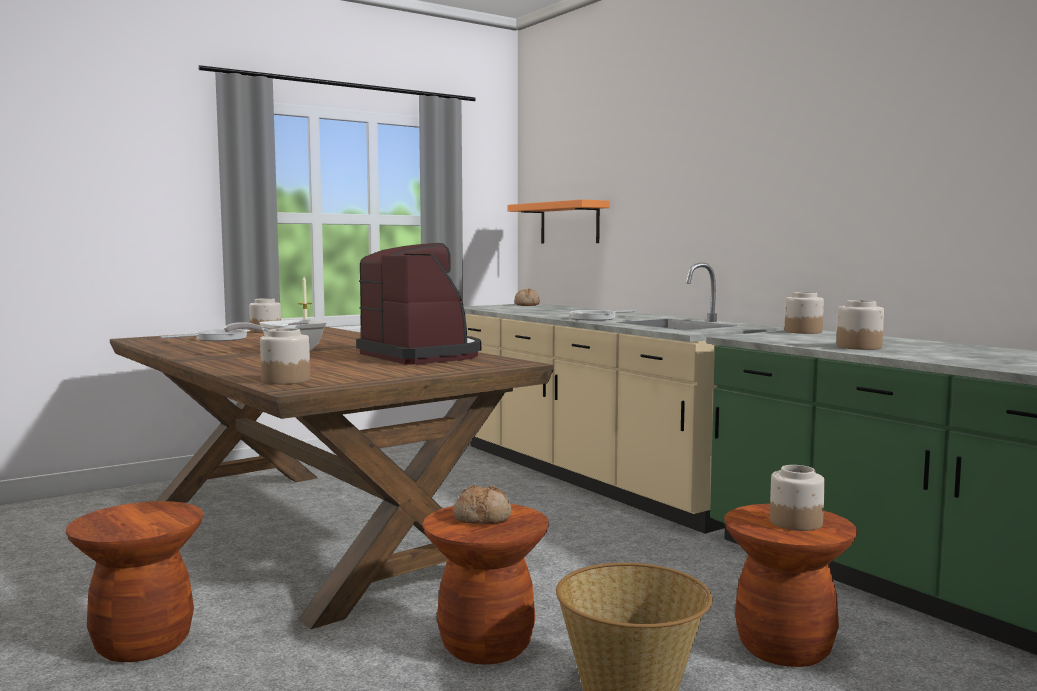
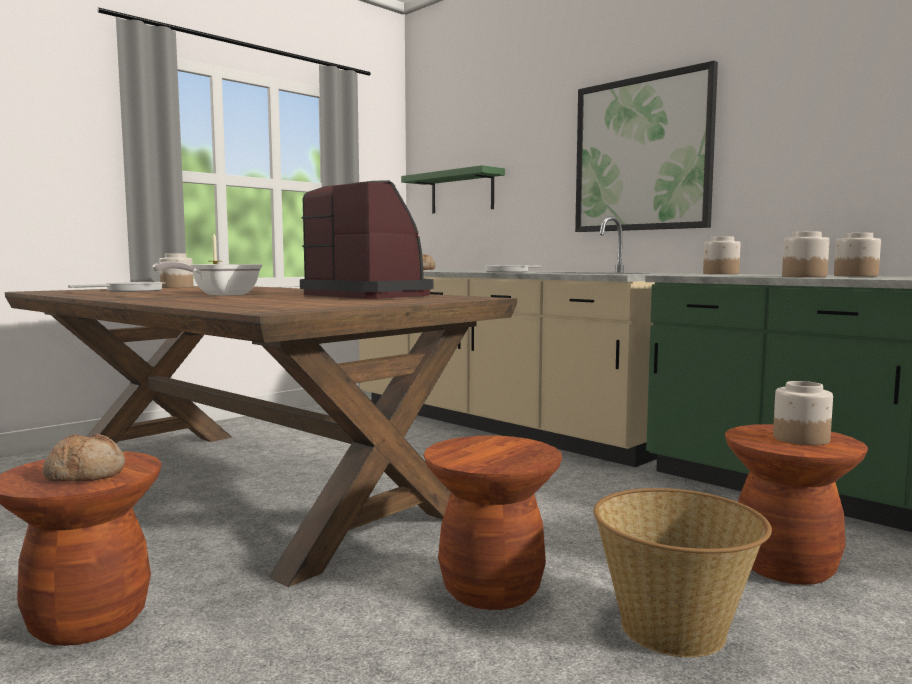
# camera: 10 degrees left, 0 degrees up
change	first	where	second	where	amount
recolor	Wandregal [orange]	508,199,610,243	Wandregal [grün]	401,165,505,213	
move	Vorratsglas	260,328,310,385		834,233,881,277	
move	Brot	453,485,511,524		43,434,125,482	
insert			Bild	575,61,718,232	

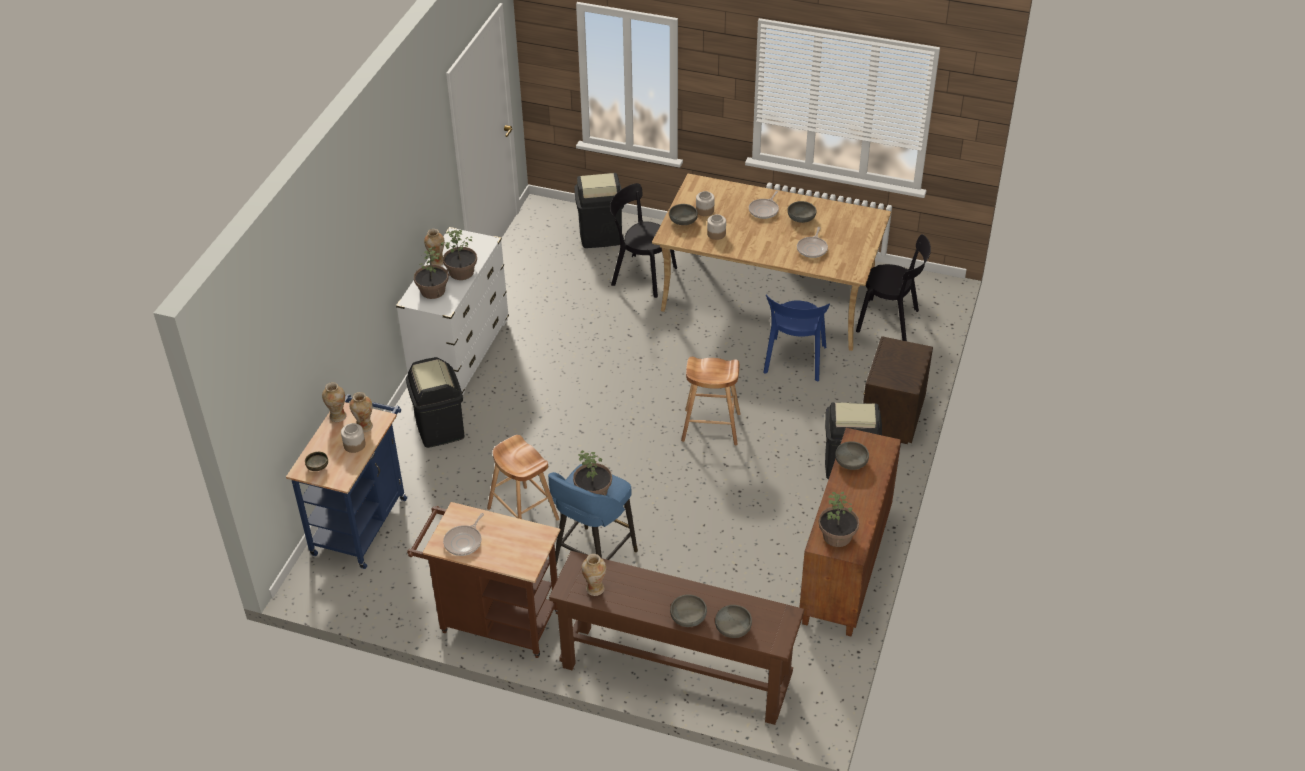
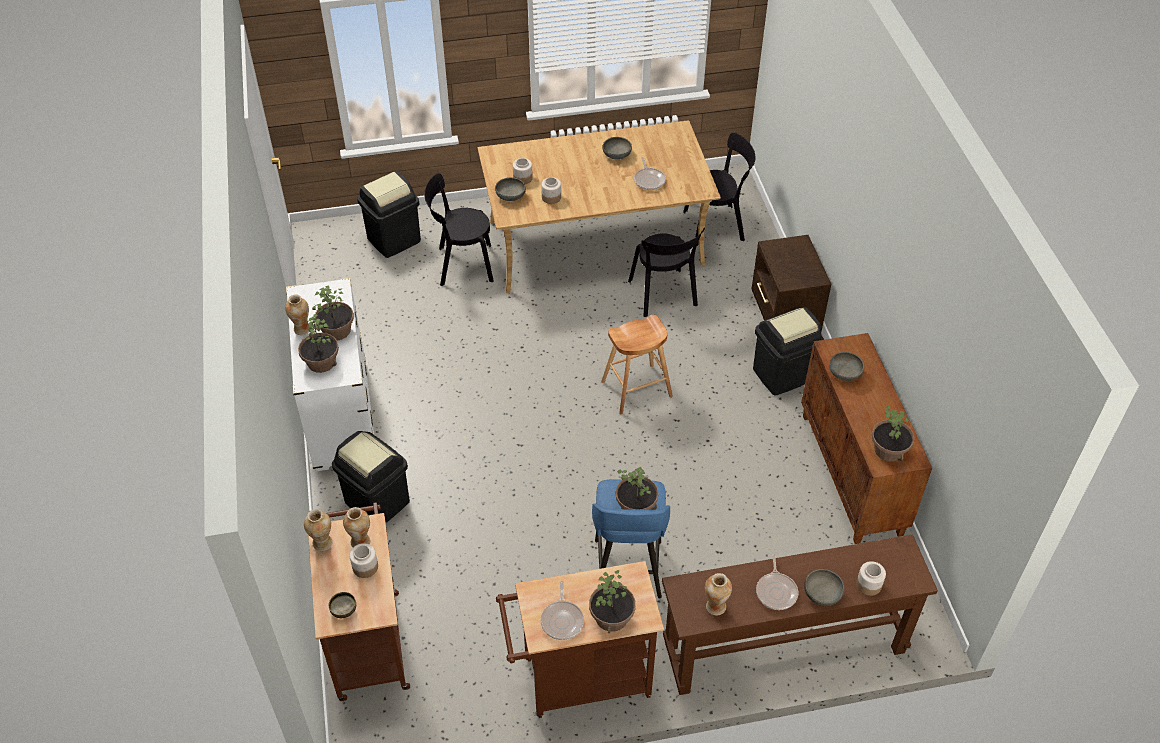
# camera: 30 degrees left, 5 degrees up
change	first	where	second	where	amount
move	Pfanne	749,191,779,219		756,554,798,610	
recolor	Stuhl [blau]	763,295,830,381	Stuhl [schwarz]	628,228,705,317	
recolor	Rollwagen [blau]	286,394,407,569	Rollwagen [braun]	308,502,410,701	
delete	Hocker [braun]	487,435,559,521			
replace	Schüssel [grau]	715,605,752,638	Vorratsglas	856,561,886,596	
insert			Topfpflanze	589,570,636,633	

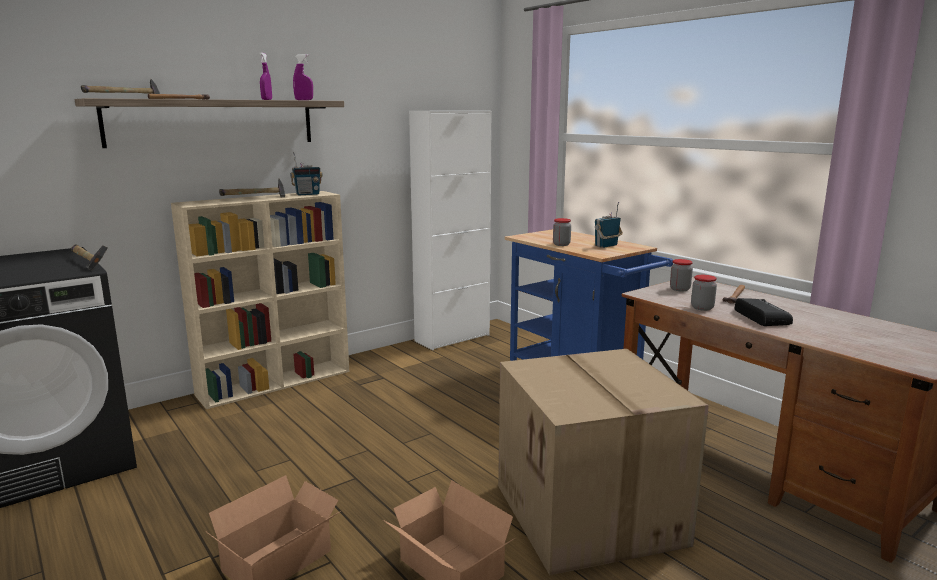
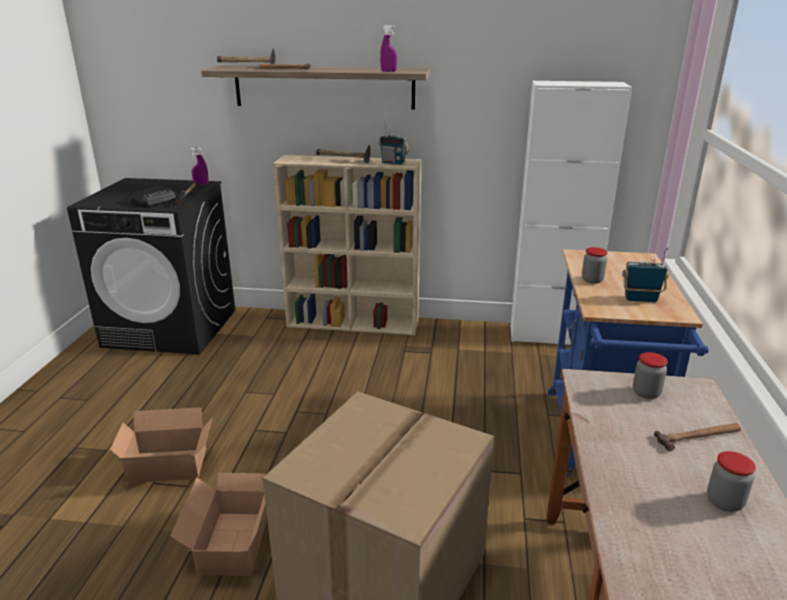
# camera: 45 degrees right, 10 degrees up
change	first	where	second	where	amount
move	Sprühflasche [lila]	259,52,272,100		190,147,208,185	
move	Vorratsglas	691,275,717,311		707,451,756,512	
move	Radio	734,298,793,326		130,186,178,207	

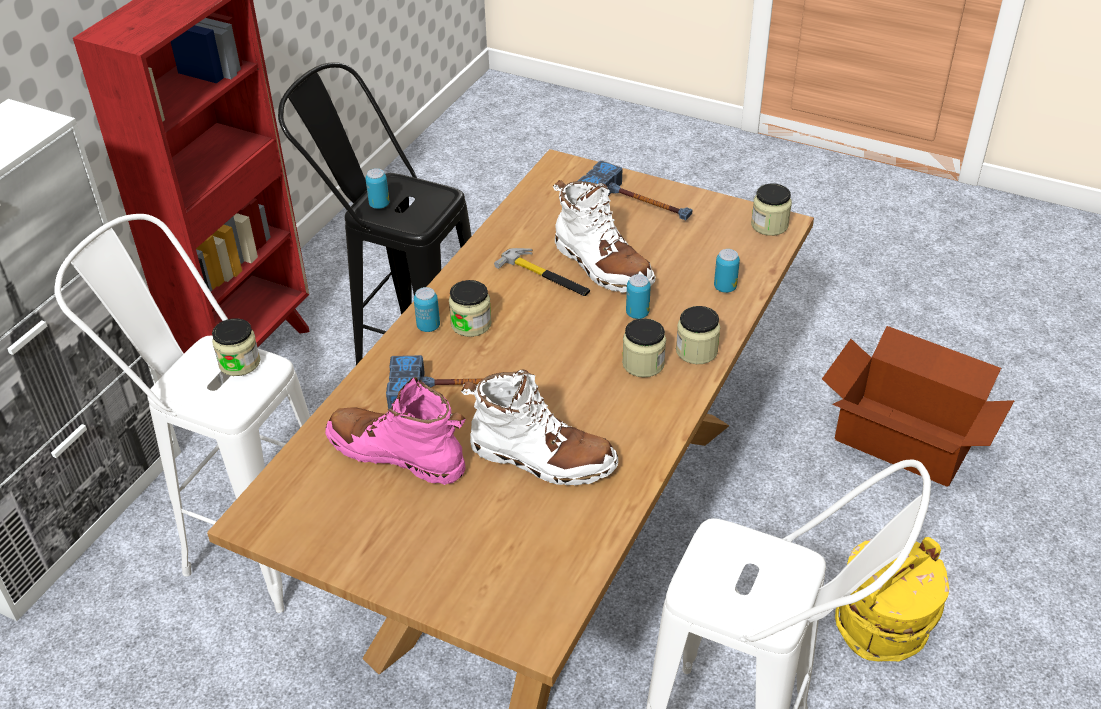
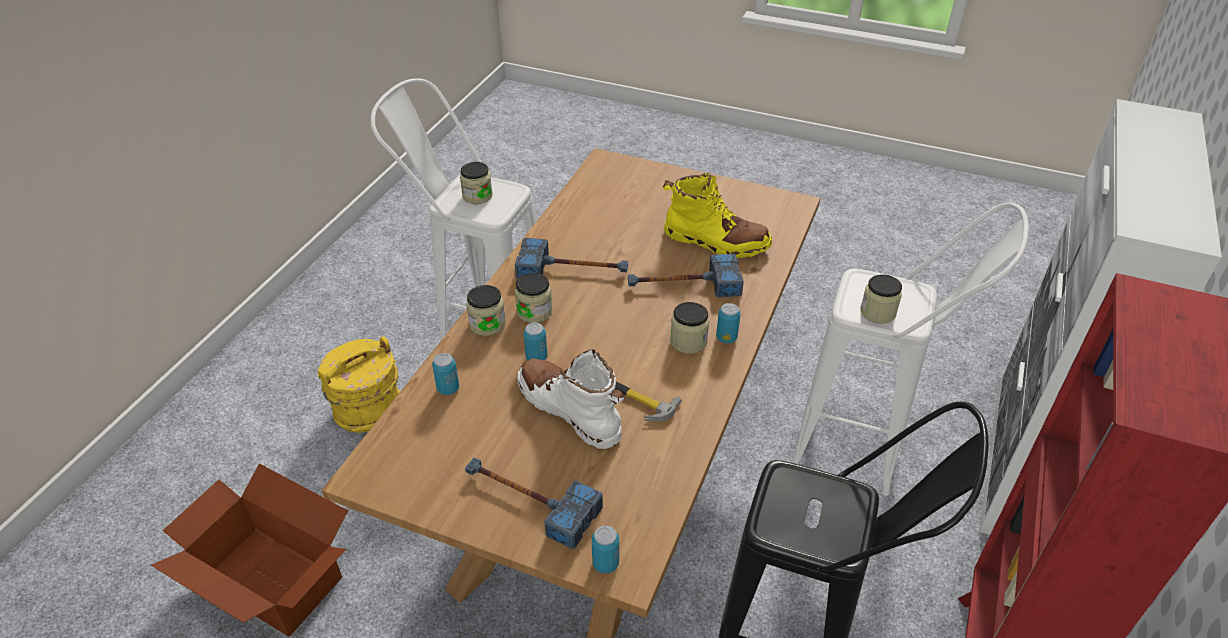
# camera: 175 degrees right, 0 degrees up
change	first	where	second	where	amount
move	Dose	366,168,390,209		592,526,619,573	
move	Vorratsglas	751,183,792,236		460,162,493,204	
delete	Stiefel [weiß]	461,369,618,485			
recolor	Stiefel [rosa]	325,377,466,485	Stiefel [gelb]	663,173,772,258	
insert			Hammer	515,238,628,279	

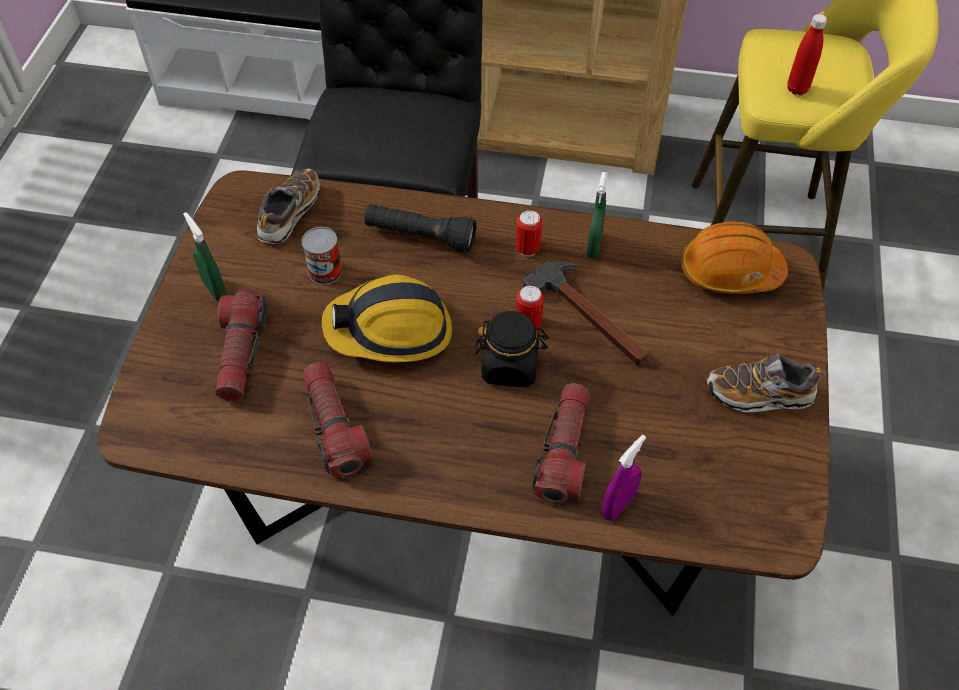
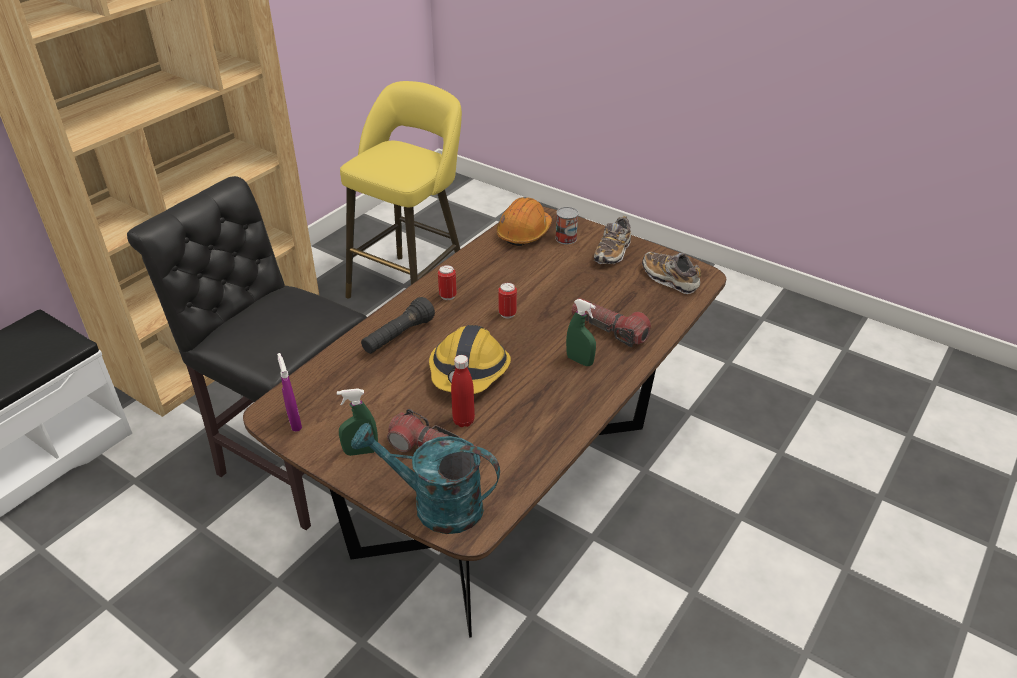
# camera: 65 degrees left, 15 degrees down
change	first	where	second	where	amount
move	Flasche [rot]	787,14,827,95		451,355,475,427	
move	Schuh	257,168,320,244		642,251,701,294	
move	Sprühflasche [grün]	586,172,607,258		566,299,596,366	
move	Dose	302,227,342,285		555,207,579,244	
delete	Hammer	523,261,647,365			
delete	Vorratsglas [schwarz]	475,311,549,387			
delete	Taschenlampe	303,362,372,476			
move	Sprühflasche [lila]	602,435,646,520		277,353,302,432	
insert			Gießkanne [türkis]	351,423,500,534	

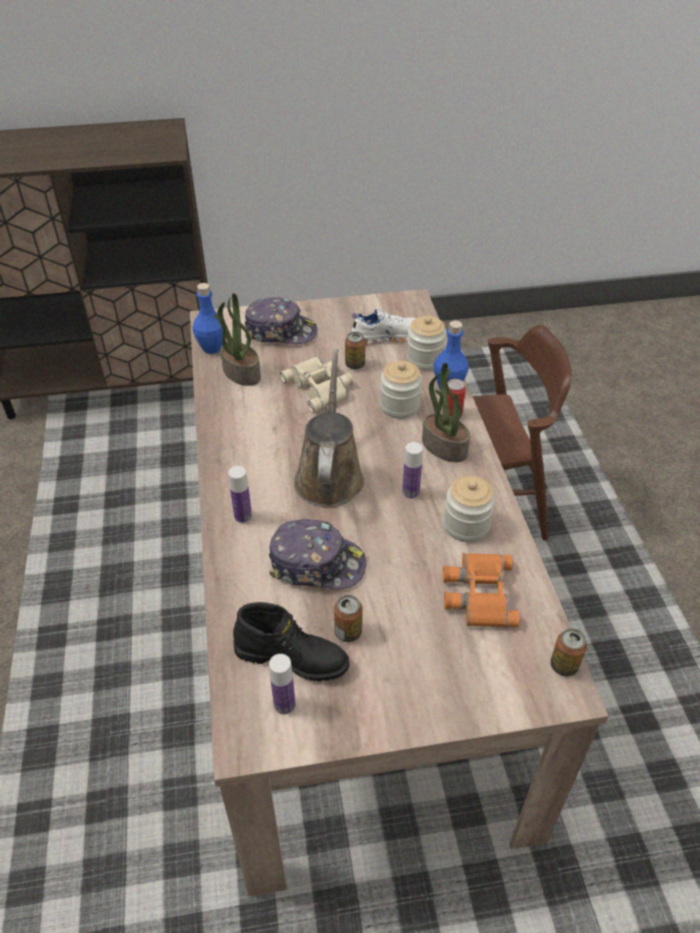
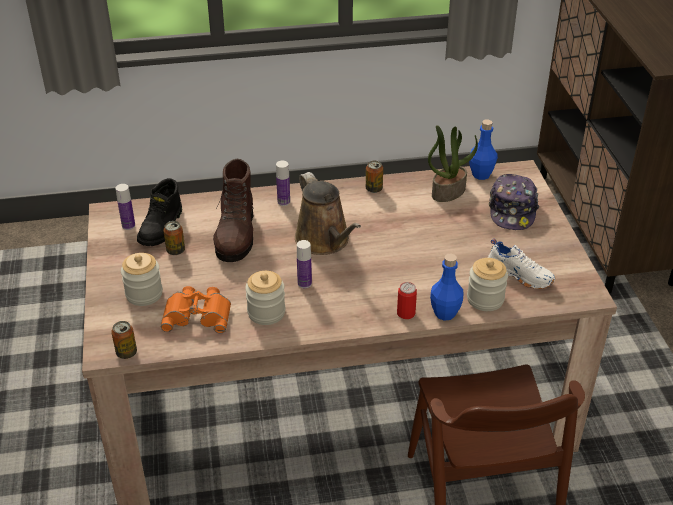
# camera: 90 degrees right, 5 degrees down
change	first	where	second	where	amount
rotate	Schuh [weiß]	352,309,416,345		488,239,555,289	45 degrees counterclockwise
move	Dose	345,332,366,369		366,160,383,193	
rotate	Gießkanne [braun]	294,349,364,507		295,172,361,255	60 degrees clockwise
delete	Fernglas [beige]	280,356,354,412			
move	Vorratsglas	380,361,422,419		121,253,163,306	
delete	Topfpflanze	422,363,470,462			
replace	Kappe	269,519,366,589	Stiefel [braun]	213,159,254,262	

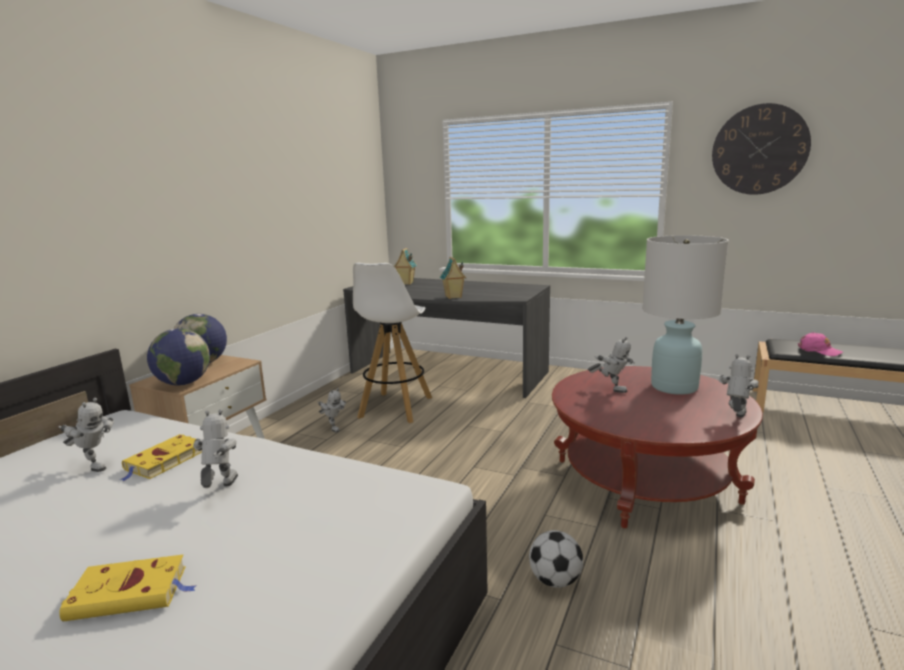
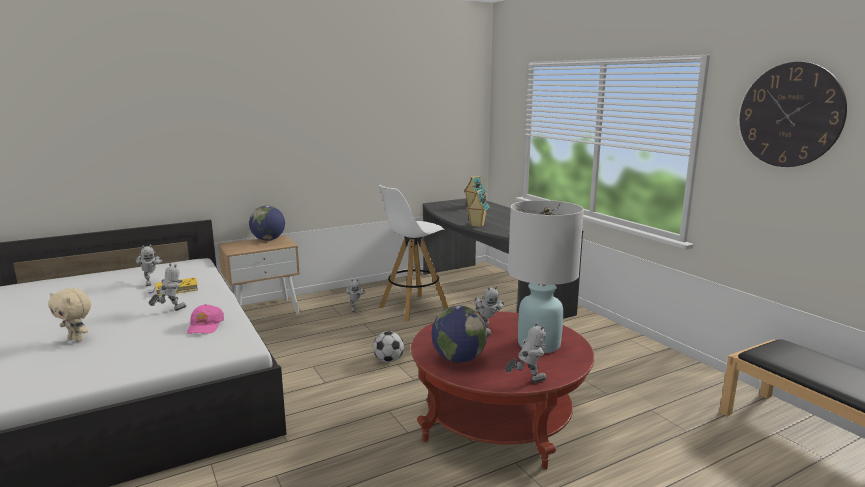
# camera: 35 degrees right, 0 degrees up
change	first	where	second	where	amount
move	Globus	147,328,210,385		432,306,488,363	
move	Kappe [rosa]	798,332,843,356		187,304,224,334	
move	Fußball	529,530,583,588		373,331,404,362	
replace	Buch [gelb]	59,555,197,622	Plüschtier [beige]	48,288,91,342	

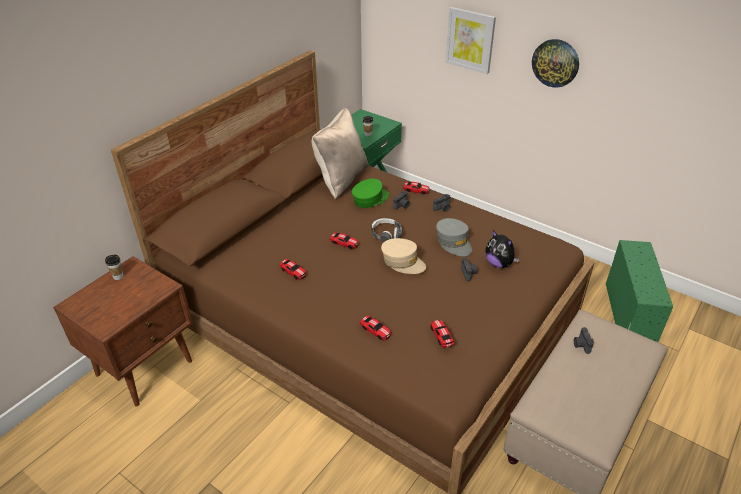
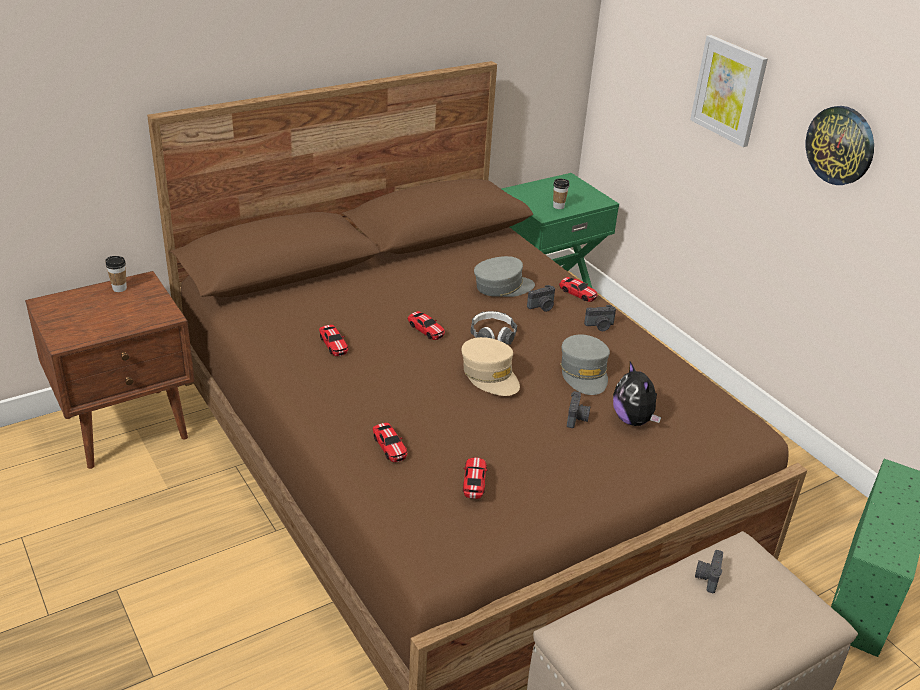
# camera: 20 degrees right, 5 degrees down
change	first	where	second	where	amount
delete	Kissen [beige]	312,108,369,199			
recolor	Kappe [grün]	352,179,389,208	Kappe [grau]	474,256,535,297	

